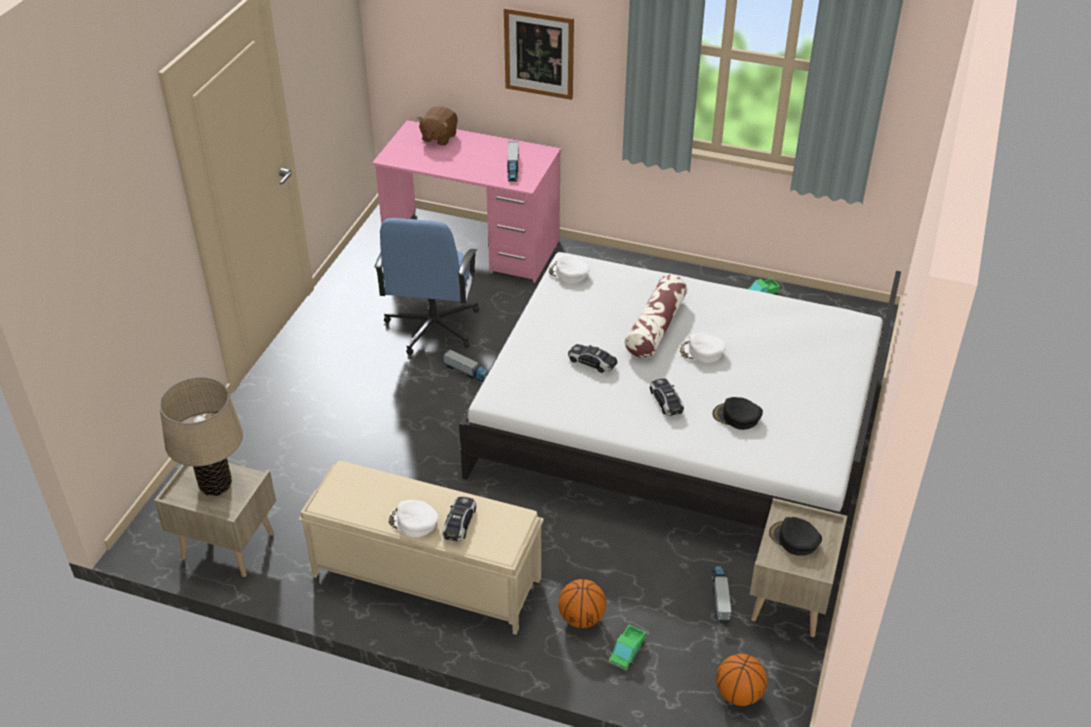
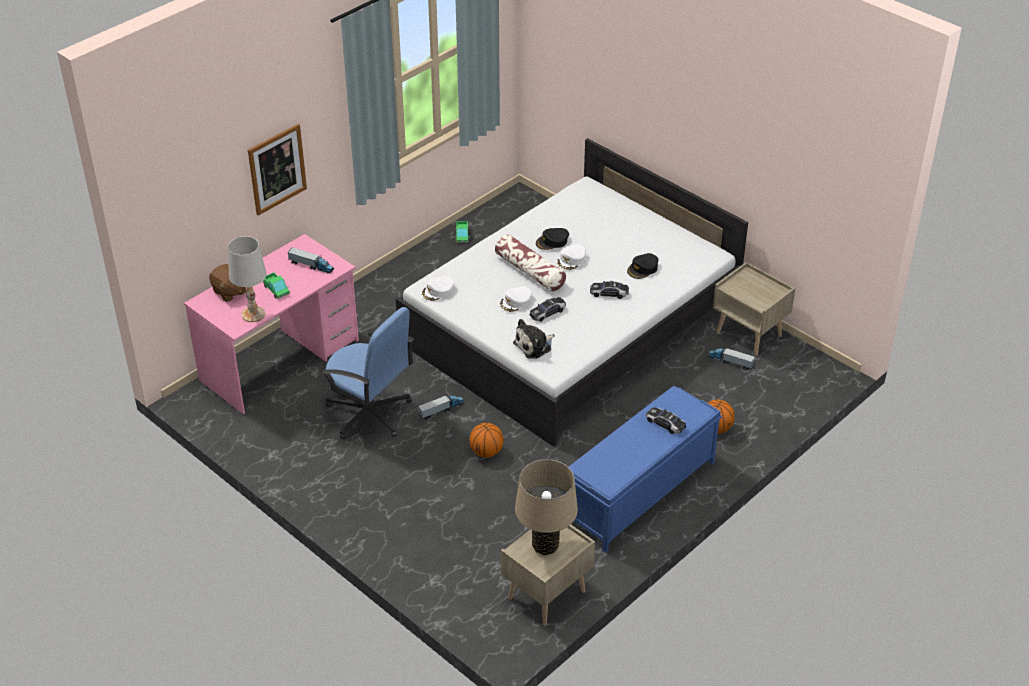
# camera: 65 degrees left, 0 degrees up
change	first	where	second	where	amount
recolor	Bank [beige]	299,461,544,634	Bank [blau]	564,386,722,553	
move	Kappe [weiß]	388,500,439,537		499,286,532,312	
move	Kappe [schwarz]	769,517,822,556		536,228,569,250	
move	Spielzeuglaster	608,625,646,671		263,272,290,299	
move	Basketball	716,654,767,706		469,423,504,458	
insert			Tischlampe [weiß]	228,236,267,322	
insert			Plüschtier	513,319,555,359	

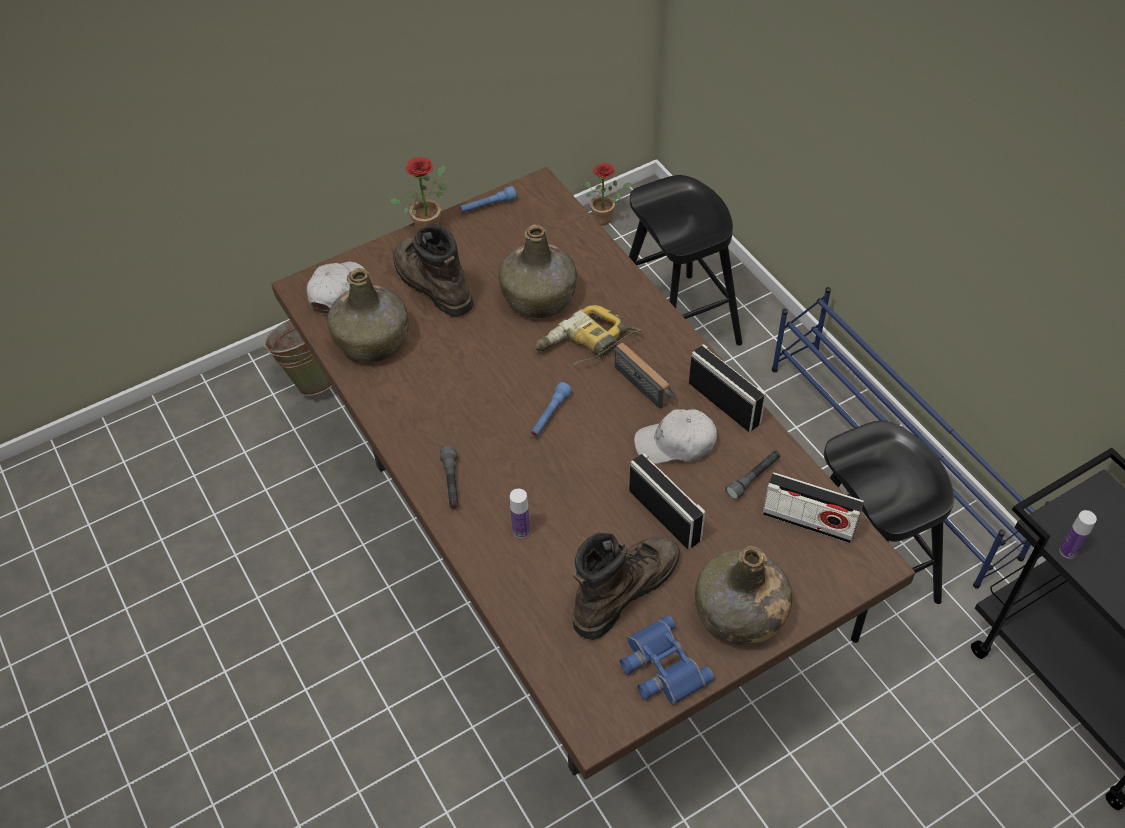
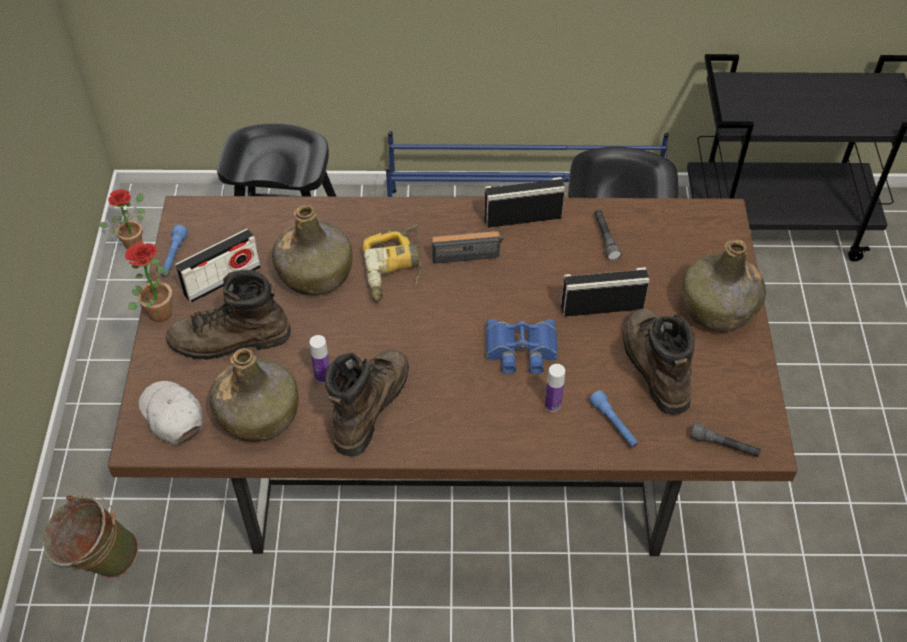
# camera: 60 degrees left, 0 degrees up
change	first	where	second	where	amount
move	Taschenlampe [blau]	531,382,572,437		589,390,639,448	
delete	Kappe [weiß]	634,409,717,464			
move	Taschenlampe [grau]	440,446,459,509		690,422,761,457	
move	Radio	763,472,864,543		175,229,261,303	
move	Flasche	1060,510,1097,559		310,335,330,383	
move	Fernglas [blau]	620,615,714,705		486,319,558,374	
insert			Stiefel [braun]	325,350,409,456	

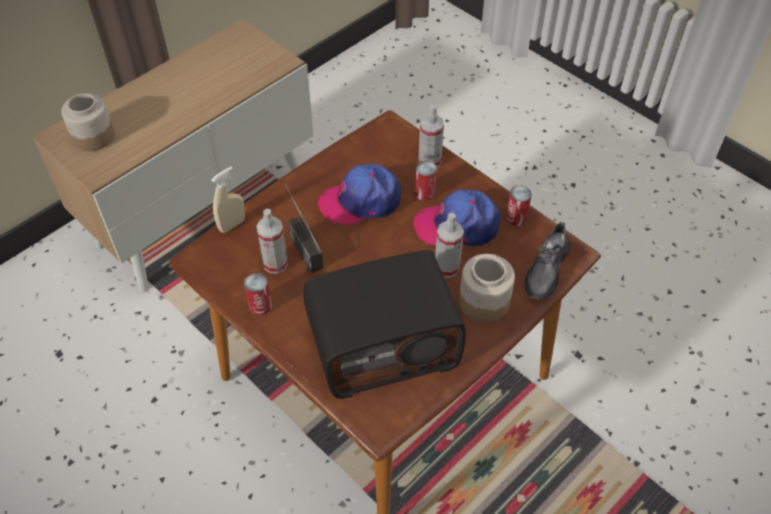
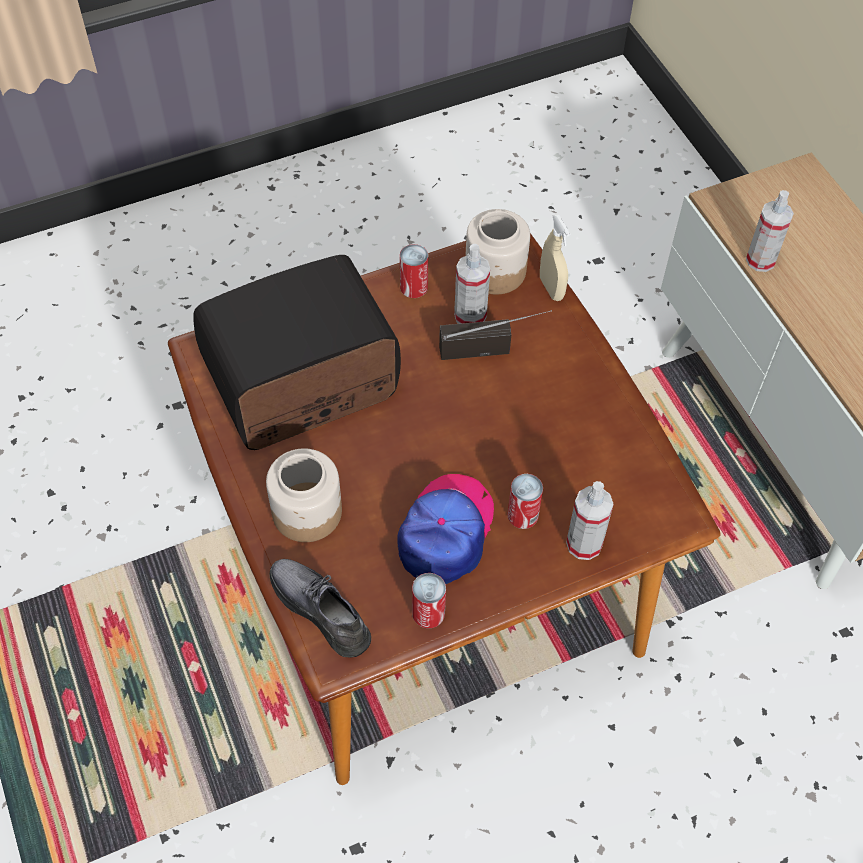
# camera: 110 degrees right, 5 degrees up
change	first	where	second	where	amount
move	Vorratsglas	61,93,115,151		465,209,530,294	
delete	Kappe	318,164,401,225			
move	Sprühflasche	435,213,464,278		746,190,794,272	
rotate	Radio	303,250,465,399		193,255,401,450	60 degrees clockwise

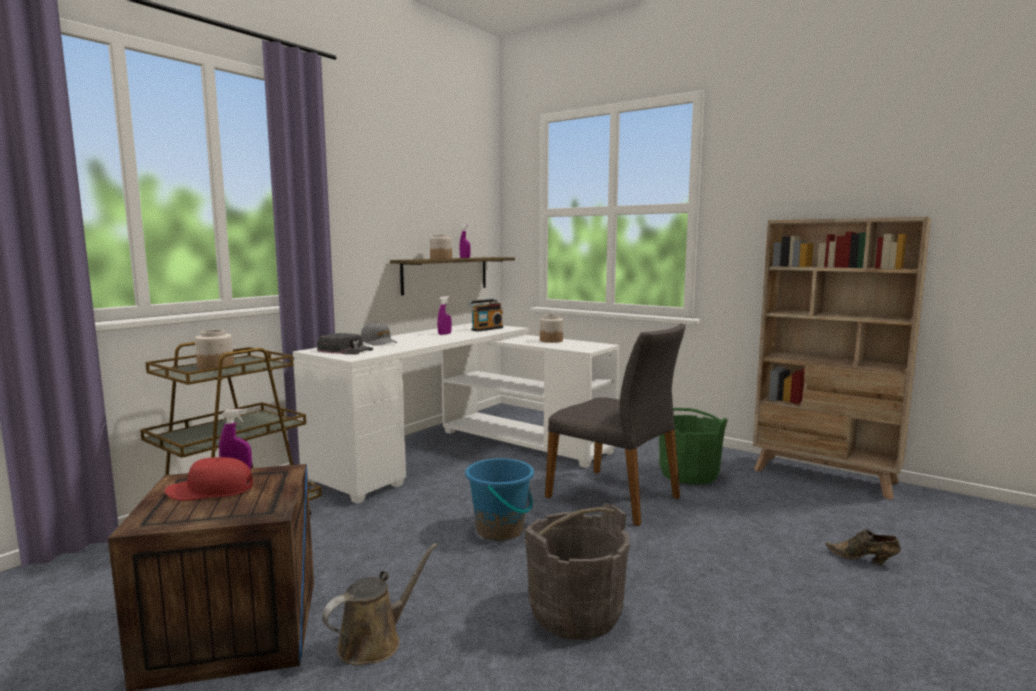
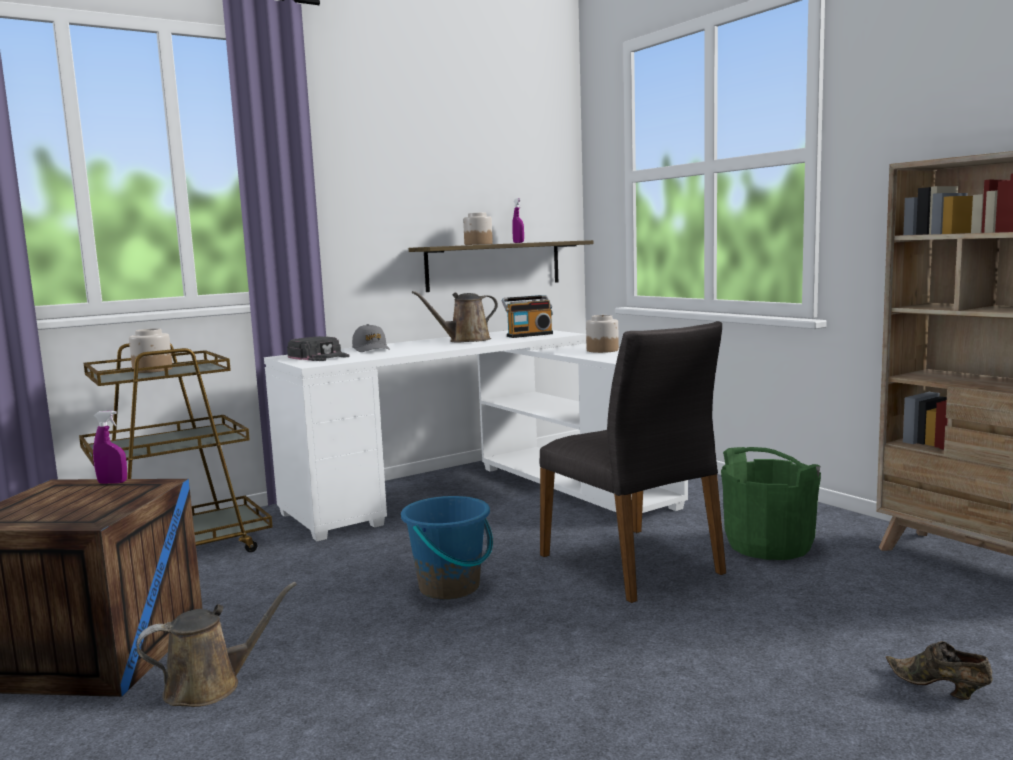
# camera: 20 degrees right, 0 degrees up
change	first	where	second	where	amount
replace	Sprühflasche [lila]	437,296,452,335	Gießkanne [braun]	412,291,498,343	
delete	Kappe [rot]	165,457,253,501			
delete	Eimer [grau]	524,503,630,640			

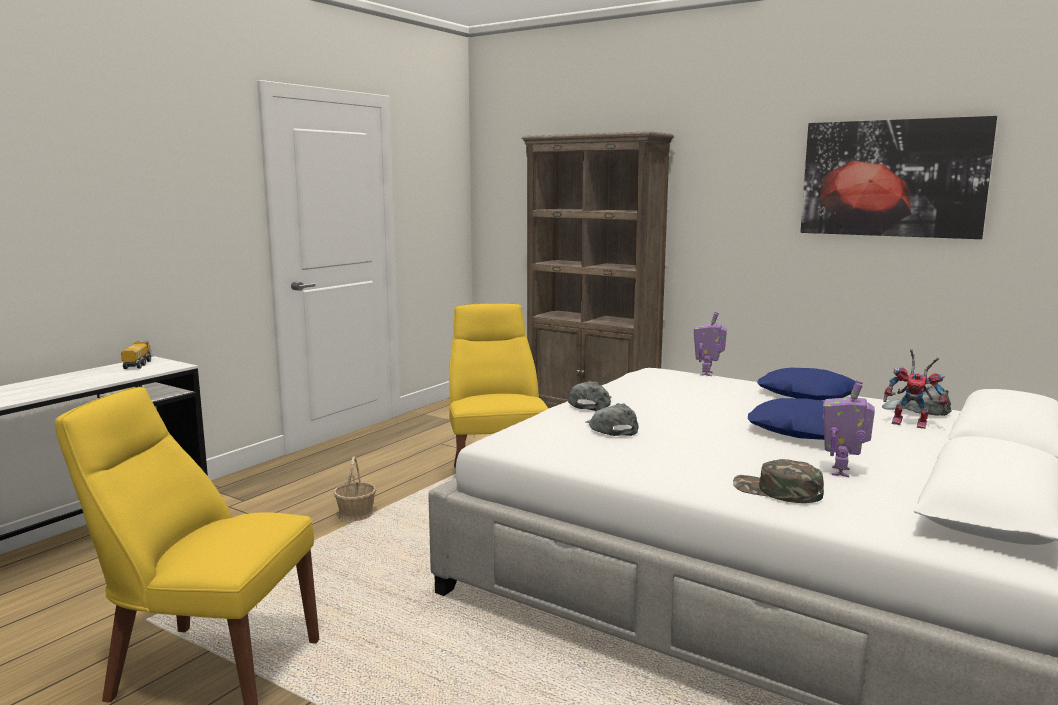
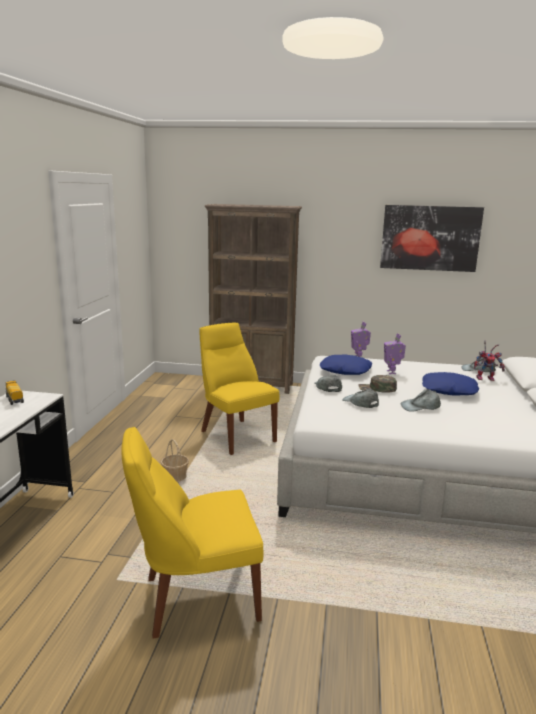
# camera: 25 degrees left, 5 degrees up
change	first	where	second	where	amount
move	Kissen [blau]	757,368,856,401		320,355,372,375	
move	Spielzeugroboter	823,380,875,477		384,333,406,374	
move	Kappe [grün]	733,459,824,503		358,375,397,393	
insert			Kappe [grau]	401,389,441,412	

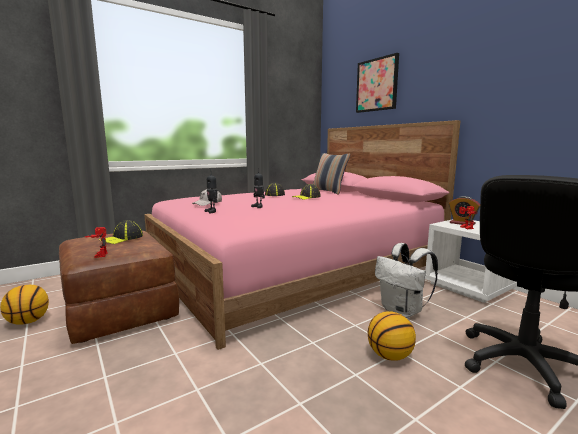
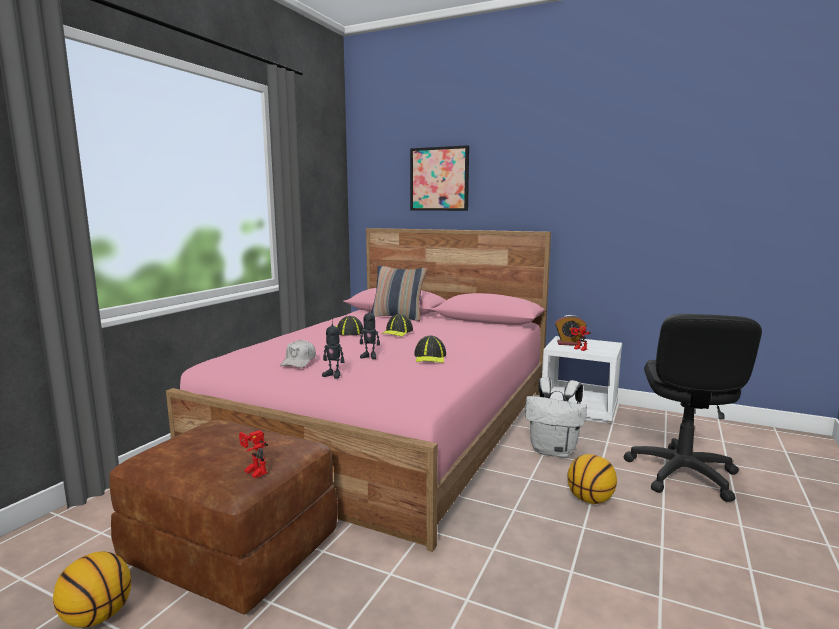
# camera: 30 degrees left, 0 degrees up
change	first	where	second	where	amount
move	Kappe	99,220,143,244		414,335,446,363	

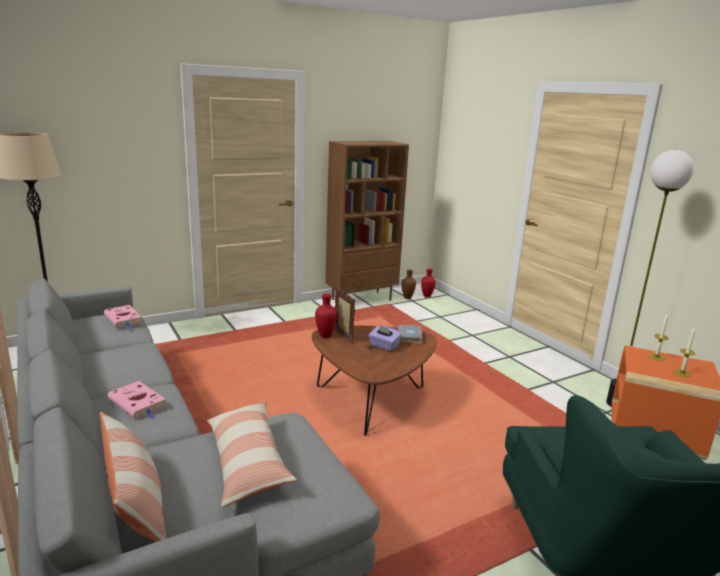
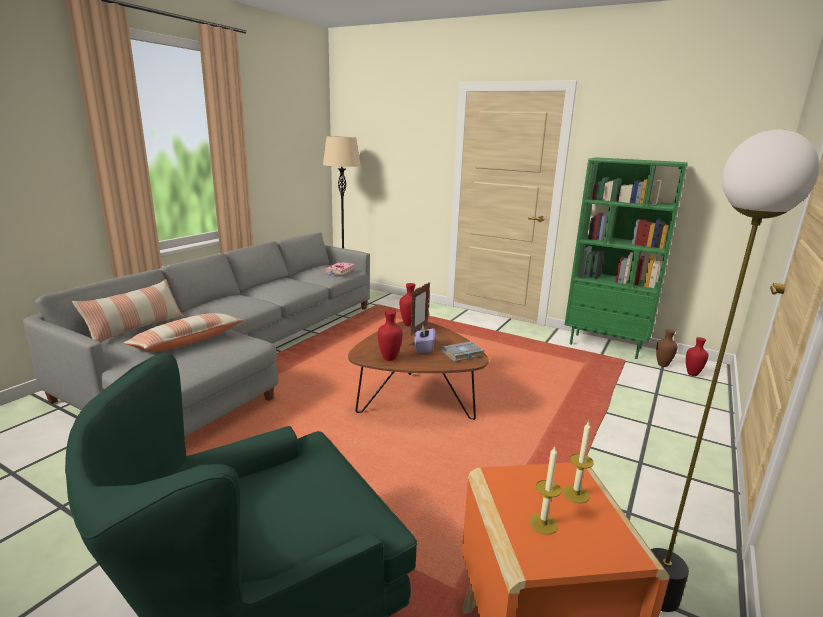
# camera: 60 degrees right, 0 degrees up
change	first	where	second	where	amount
recolor	Bücherregal [braun]	325,141,409,300	Bücherregal [grün]	565,157,688,359	
delete	Buch [rosa]	108,381,166,420			
insert			Vase [rot]	378,310,403,361	

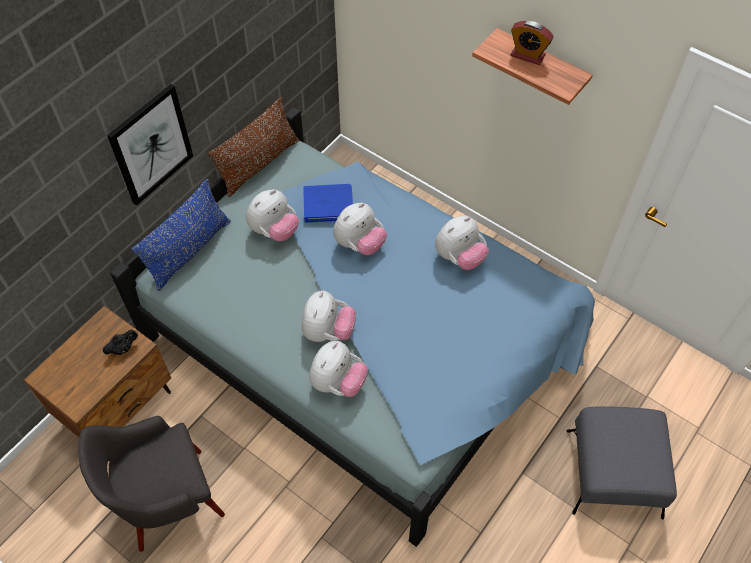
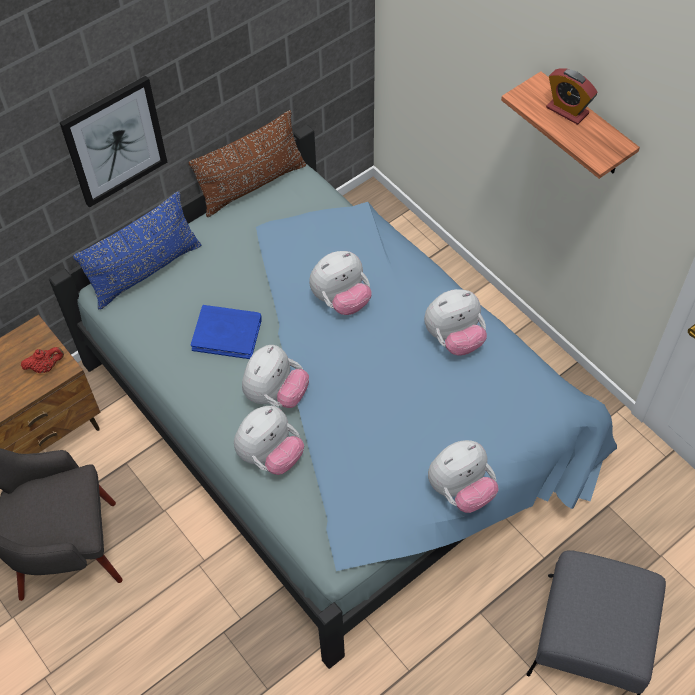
# camera: 15 degrees right, 0 degrees up
change	first	where	second	where	amount
move	Buch [blau]	303,184,353,223		191,305,262,359	
move	Plüschtier	246,189,299,241		428,440,499,513	
recolor	Teekanne [schwarz]	103,330,138,355	Teekanne [rot]	21,347,64,373	

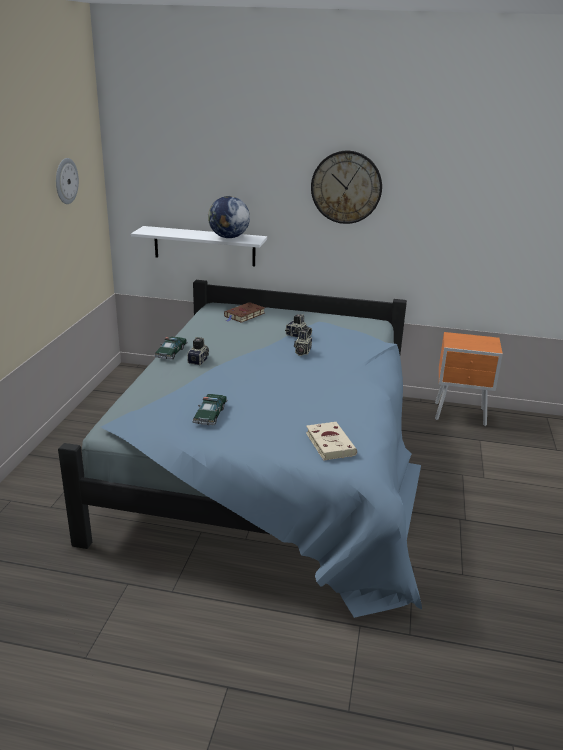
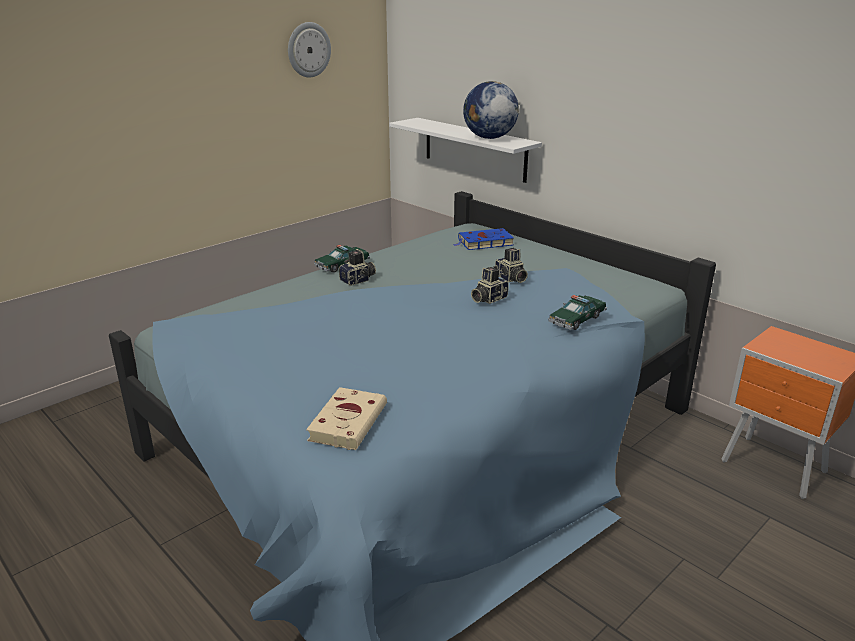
# camera: 35 degrees right, 0 degrees up
change	first	where	second	where	amount
delete	Wanduhr	311,151,382,224			
recolor	Buch [braun]	224,302,265,323	Buch [blau]	452,228,514,250	
move	Spielzeugauto	192,394,228,425		548,295,607,330	

